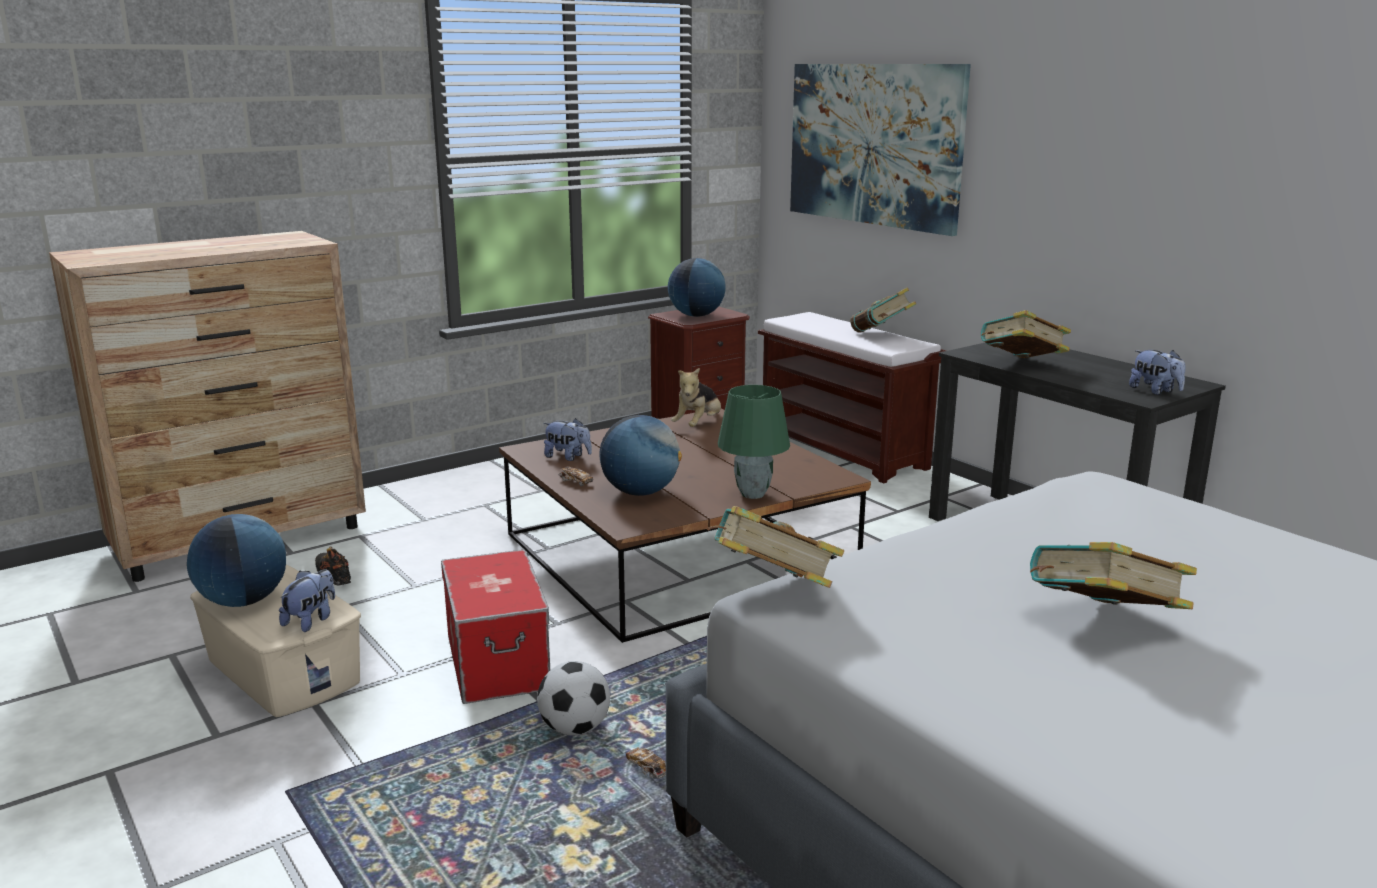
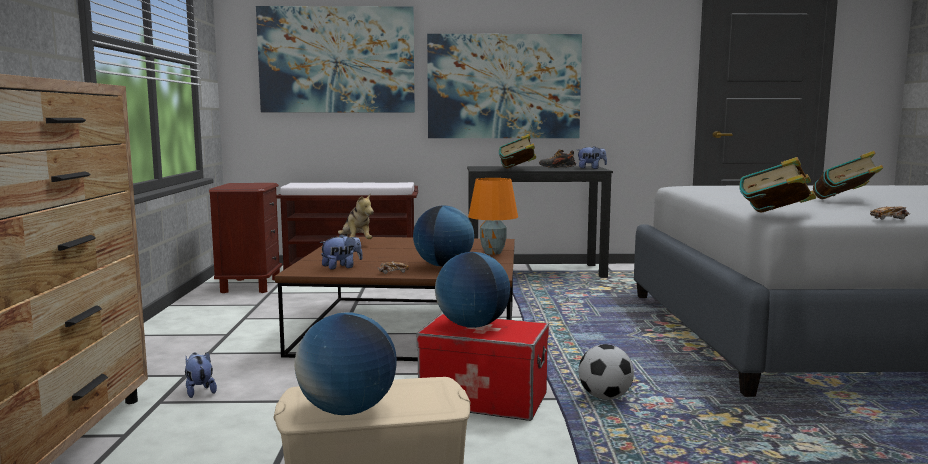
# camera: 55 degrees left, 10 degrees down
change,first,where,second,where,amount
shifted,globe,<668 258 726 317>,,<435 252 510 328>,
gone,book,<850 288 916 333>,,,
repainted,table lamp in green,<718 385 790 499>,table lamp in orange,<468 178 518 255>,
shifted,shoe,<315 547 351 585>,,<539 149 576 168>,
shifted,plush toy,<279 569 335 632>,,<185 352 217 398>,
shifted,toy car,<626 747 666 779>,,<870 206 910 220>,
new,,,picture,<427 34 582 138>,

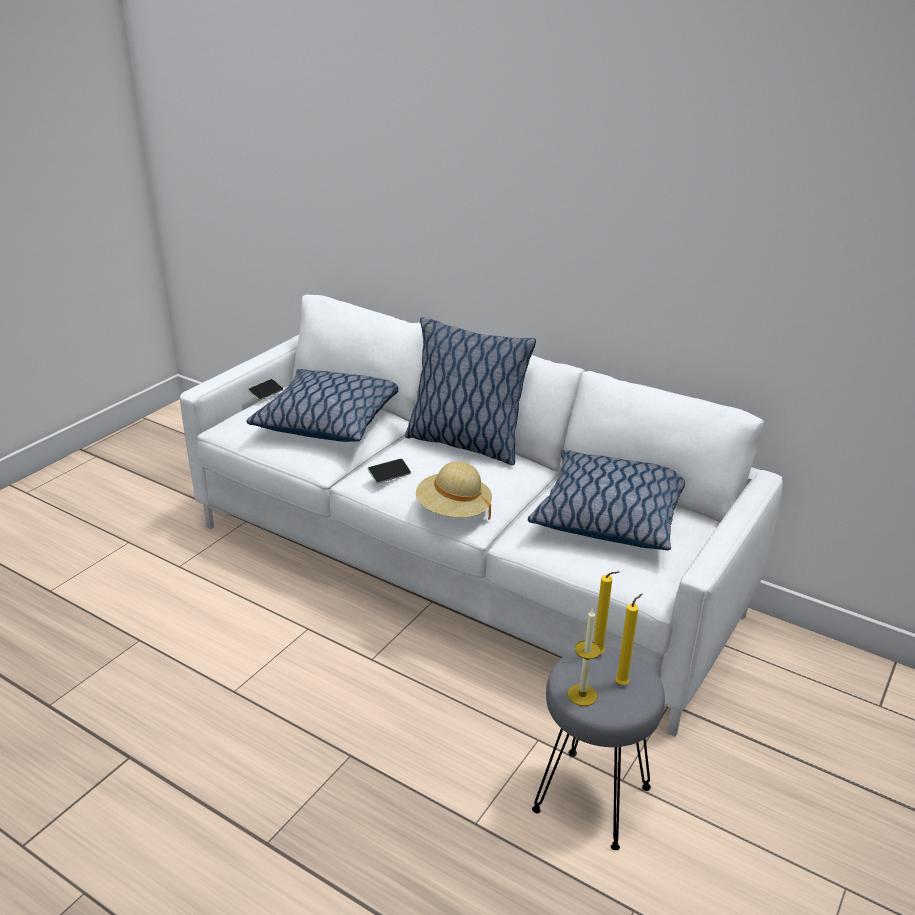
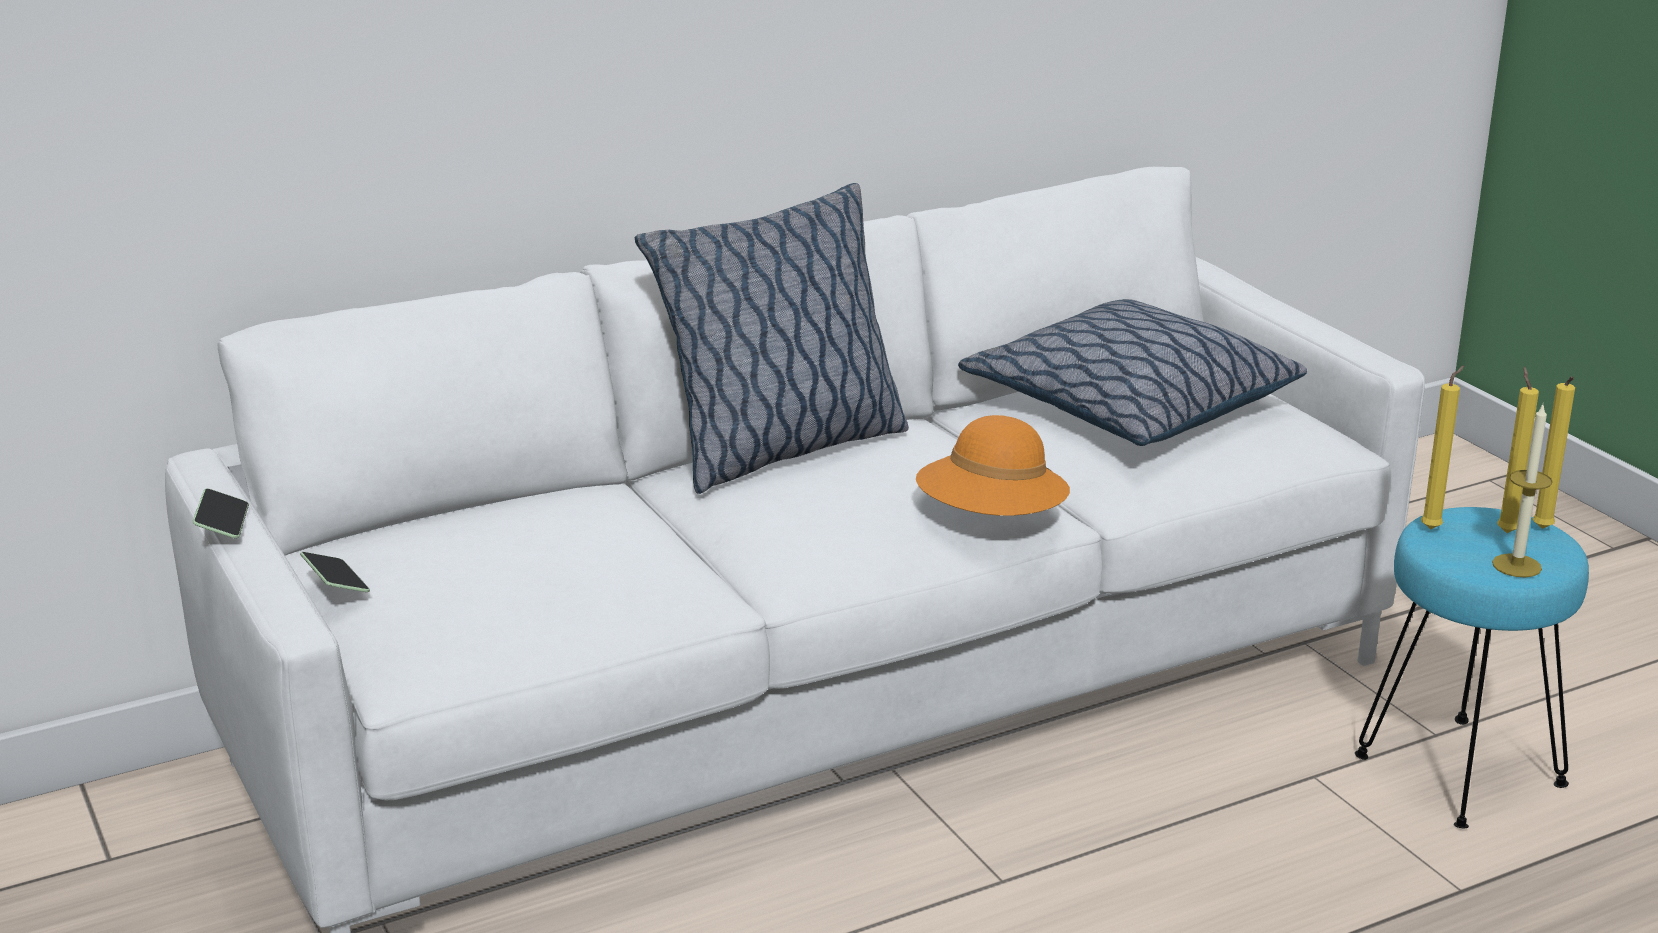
# camera: 60 degrees left, 5 degrees down
change,first,where,second,where,amount
gone,pillow,<246 369 398 442>,,,
shifted,phone,<367 458 411 483>,,<192 488 249 538>,
repainted,hat in beige,<416 461 492 520>,hat in orange,<916 415 1070 516>,
repainted,stool in grey,<532 647 665 850>,stool in turquoise,<1355 507 1589 828>,
new,,,candle in yellow,<1532 377 1575 529>,

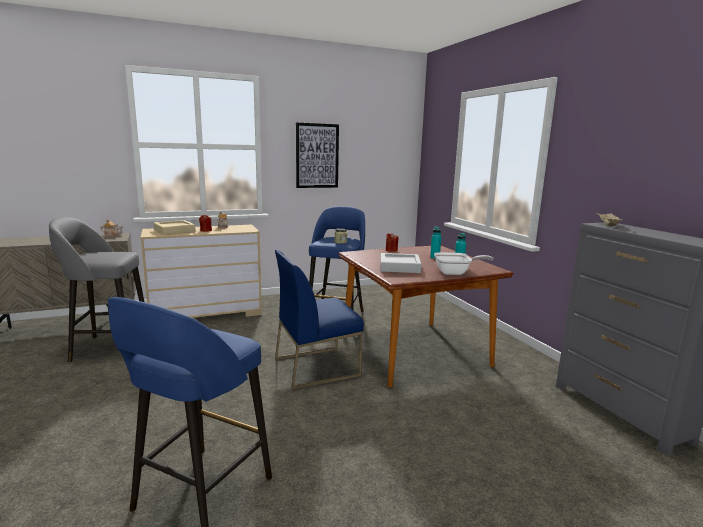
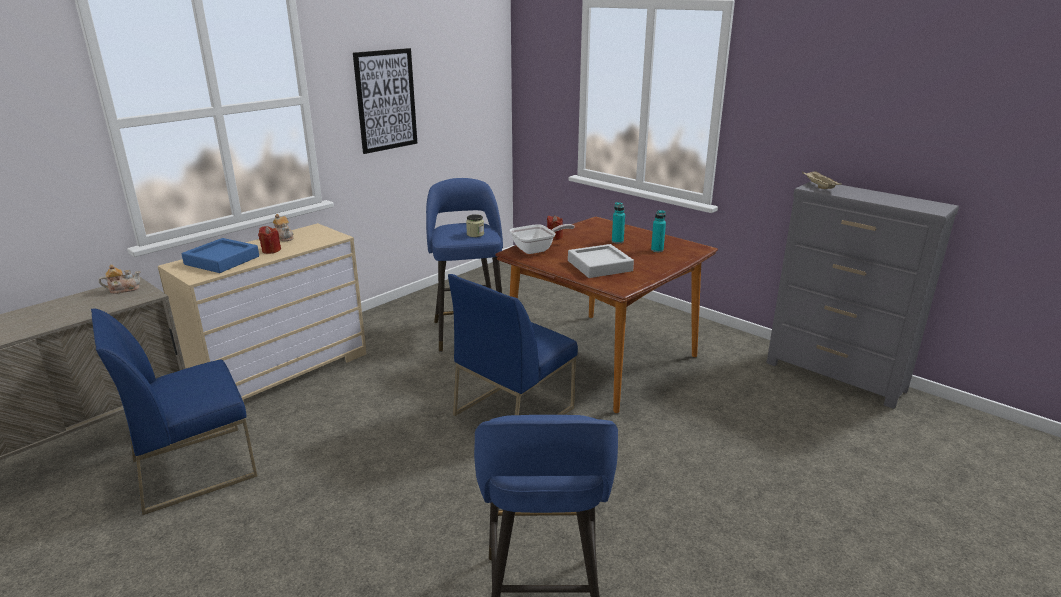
# camera: 25 degrees left, 10 degrees up
change,first,where,second,where,amount
swapped,stool in grey,<49 217 144 362>,chair in blue,<91 308 257 515>,
repainted,tray in beige,<154 220 195 235>,tray in blue,<182 238 259 273>,
shifted,frying pan,<434 252 494 275>,,<510 224 575 254>,

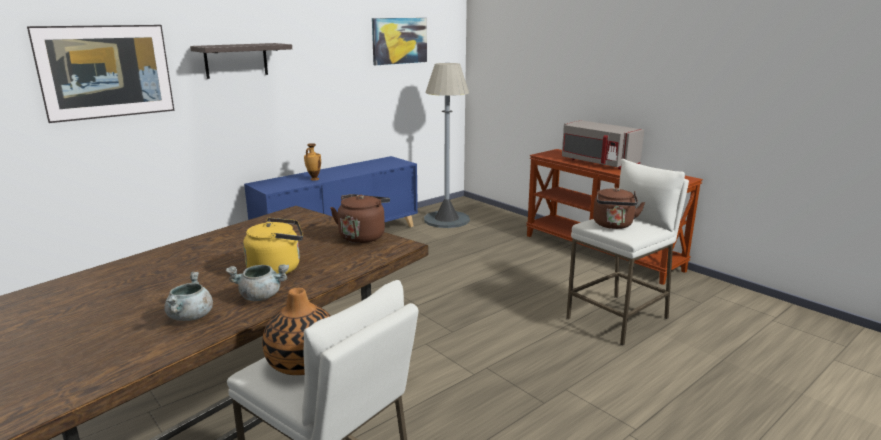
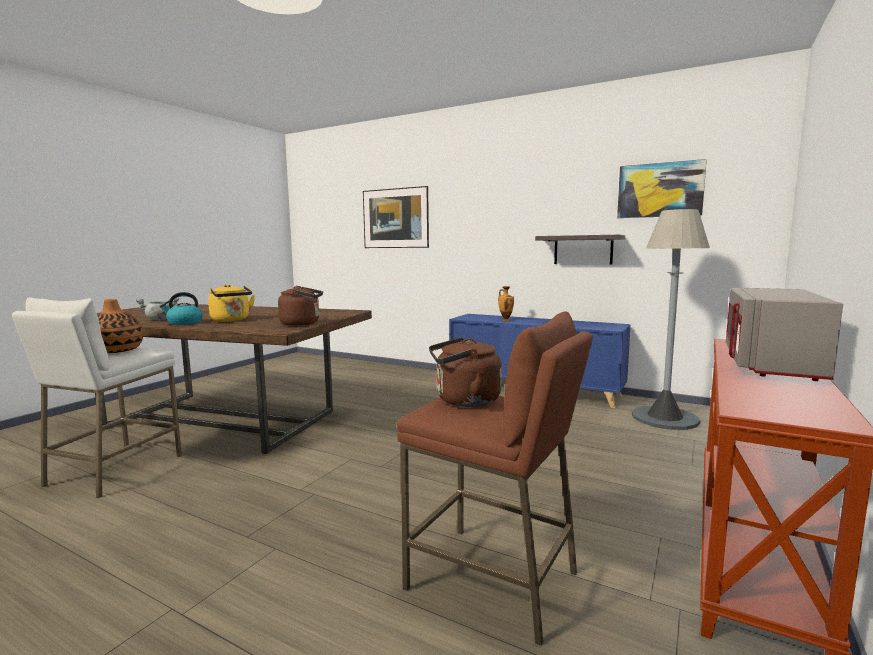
# camera: 70 degrees right, 10 degrees down
change,first,where,second,where,amount
shifted,shelf,<190 43 292 79>,,<535 235 625 265>,
repainted,stool in white,<566 159 689 345>,stool in brown,<397 311 593 646>,
swapped,cooking pot in grey,<226 264 289 301>,kettle,<160 292 203 325>,

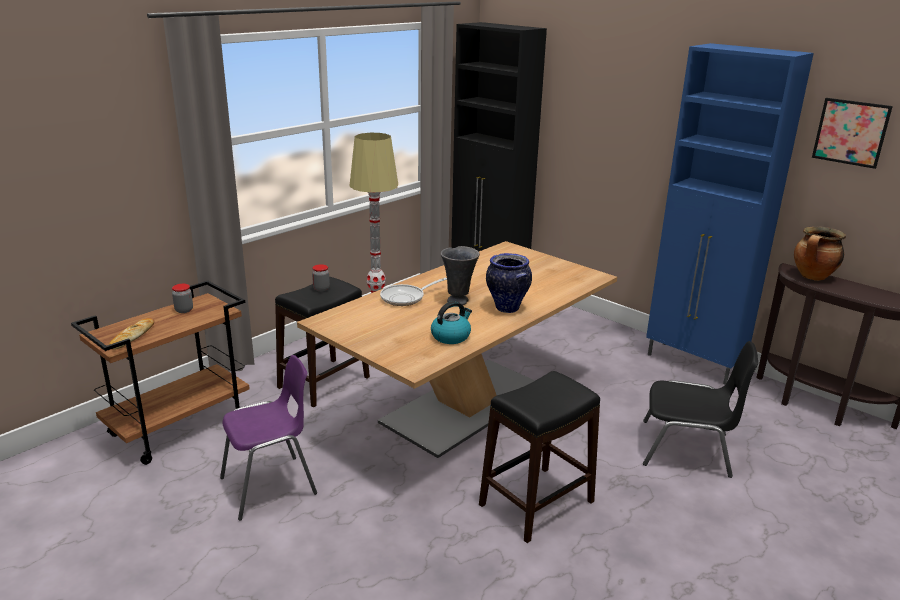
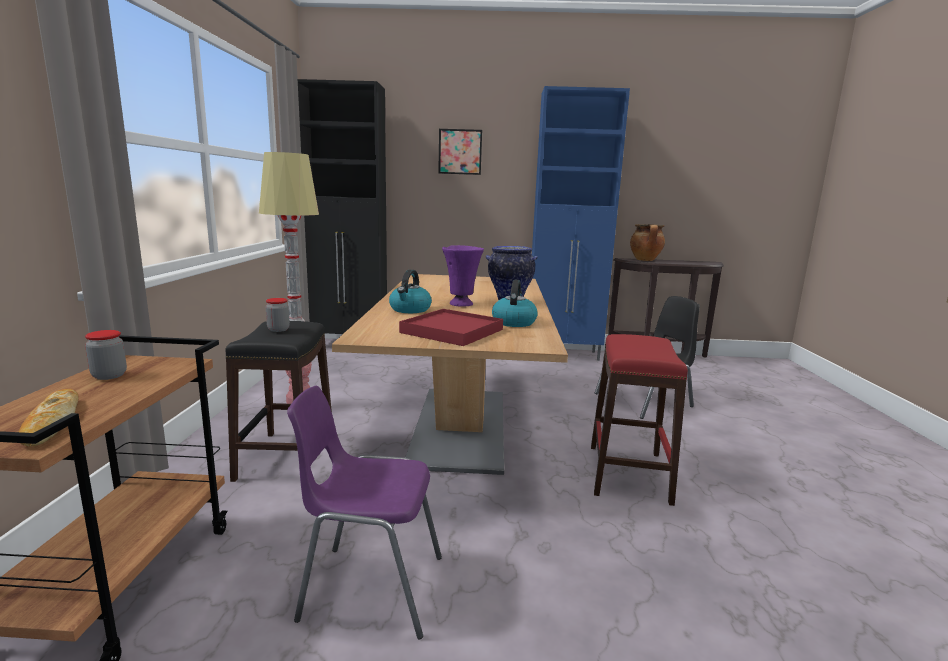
# camera: 40 degrees left, 10 degrees down
change,first,where,second,where,amount
shifted,picture,<812 98 893 169>,,<438 129 482 175>,
repainted,vase in grey,<441 246 480 305>,vase in purple,<442 245 484 307>,
swapped,frying pan,<380 278 447 306>,kettle,<389 270 432 313>,
rotated,chair in purple,<220 355 317 521>,,<287 386 442 639>,105 degrees counterclockwise
repainted,stool in black,<479 371 600 543>,stool in red,<591 334 688 506>,
new,,,tray in red,<399 309 503 346>,

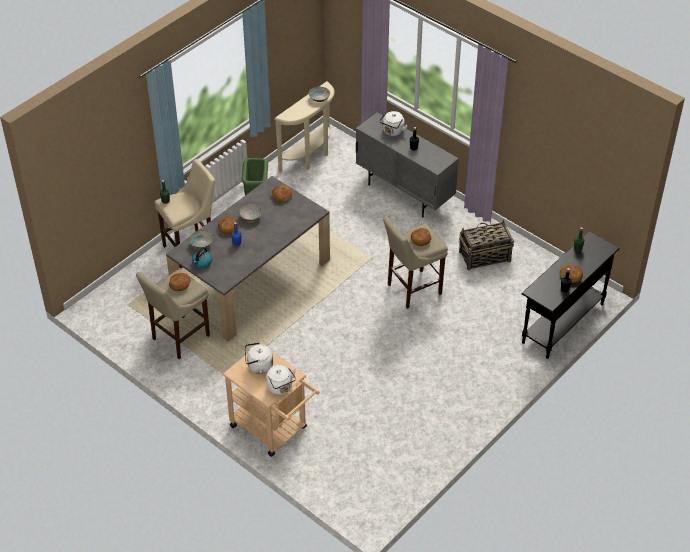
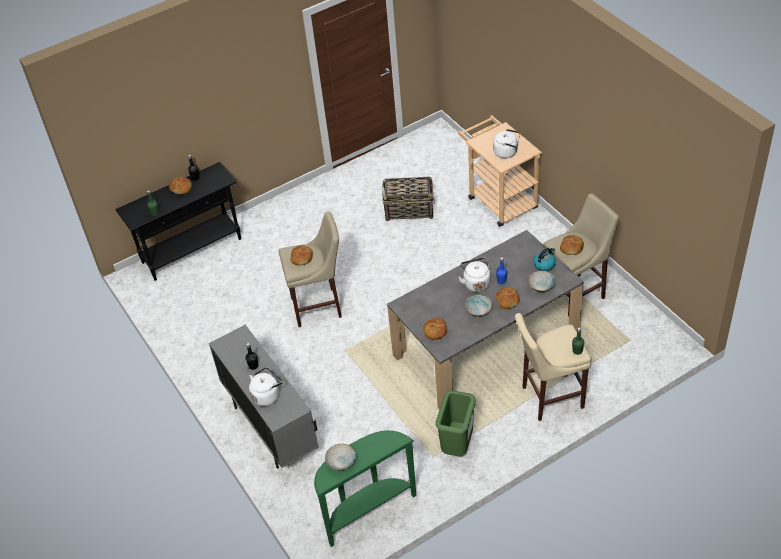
# camera: 160 degrees left, 0 degrees up
change,first,where,second,where,amount
repainted,console table in beige,<275 81 335 173>,console table in green,<314 430 416 547>,
shifted,basket,<459 220 514 271>,,<382 177 435 221>,
shifted,kettle in white,<266 365 296 395>,,<458 257 491 292>,

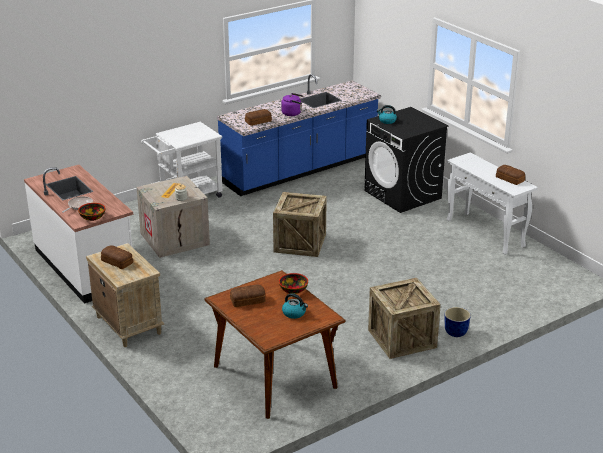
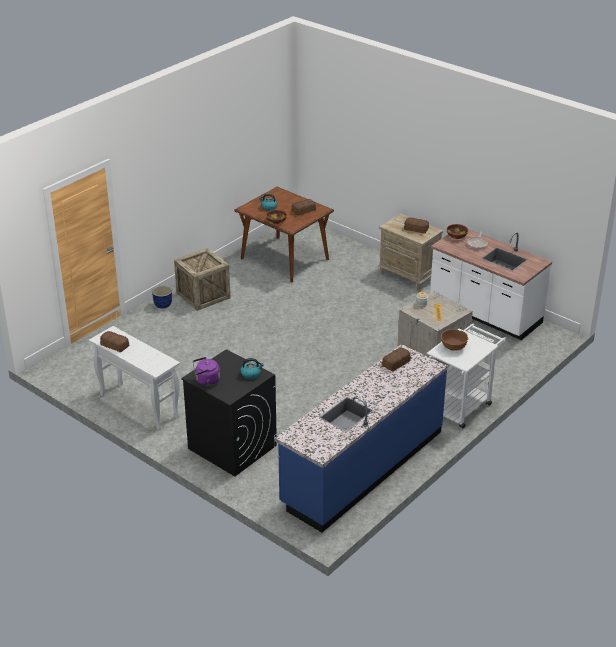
# camera: 165 degrees right, 5 degrees up
change,first,where,second,where,amount
shifted,kettle in purple,<281 93 303 116>,,<193 357 220 386>,
gone,crate,<273 192 327 257>,,,
new,,,bowl in brown,<441 329 468 351>,

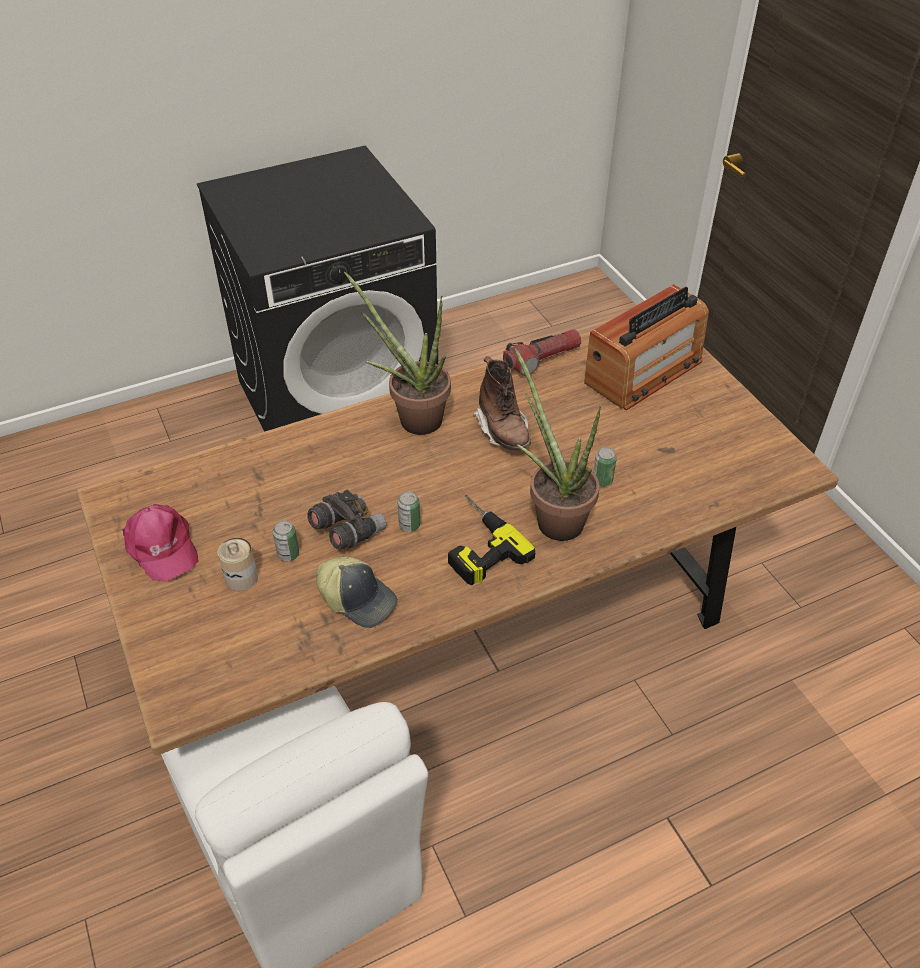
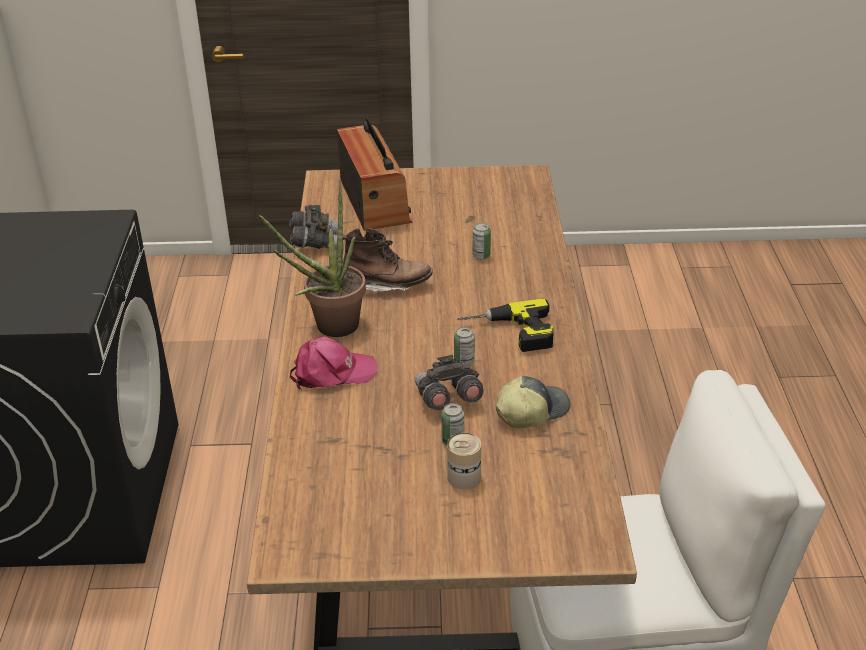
# camera: 65 degrees left, 10 degrees down
change,first,where,second,where,amount
swapped,flashlight,<503 329 581 376>,binoculars in grey,<289 205 338 250>,
gone,potted plant,<514 348 601 541>,,,
shifted,cap in pink,<122 504 198 582>,,<290 336 378 390>,

